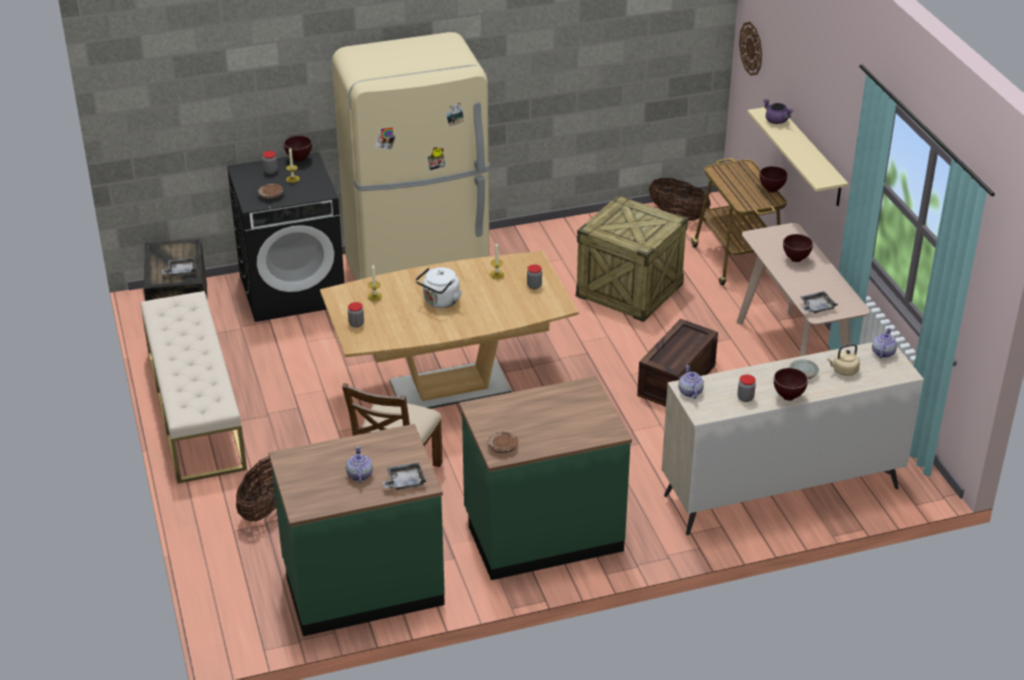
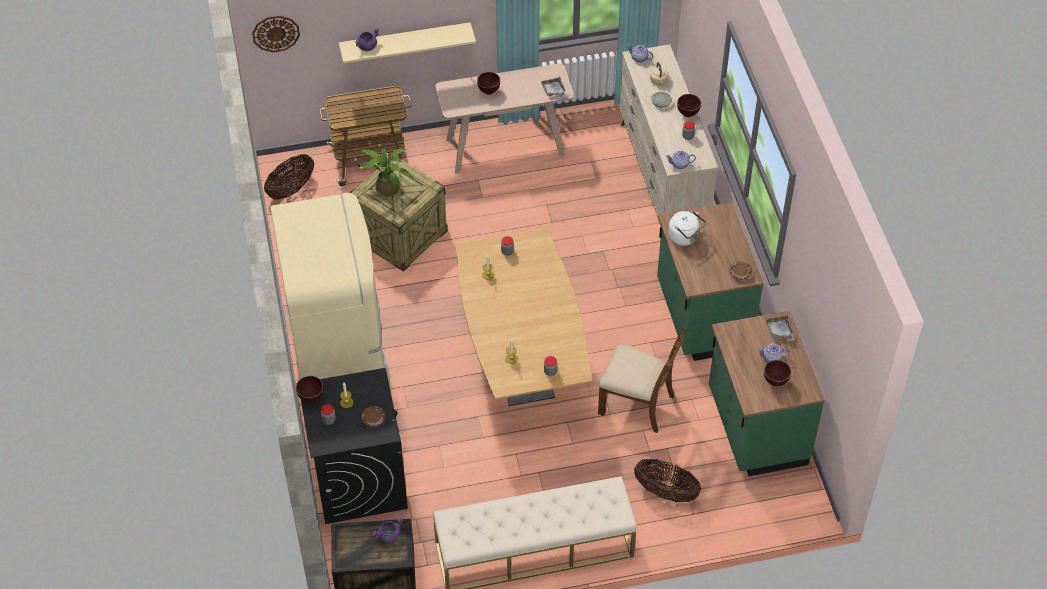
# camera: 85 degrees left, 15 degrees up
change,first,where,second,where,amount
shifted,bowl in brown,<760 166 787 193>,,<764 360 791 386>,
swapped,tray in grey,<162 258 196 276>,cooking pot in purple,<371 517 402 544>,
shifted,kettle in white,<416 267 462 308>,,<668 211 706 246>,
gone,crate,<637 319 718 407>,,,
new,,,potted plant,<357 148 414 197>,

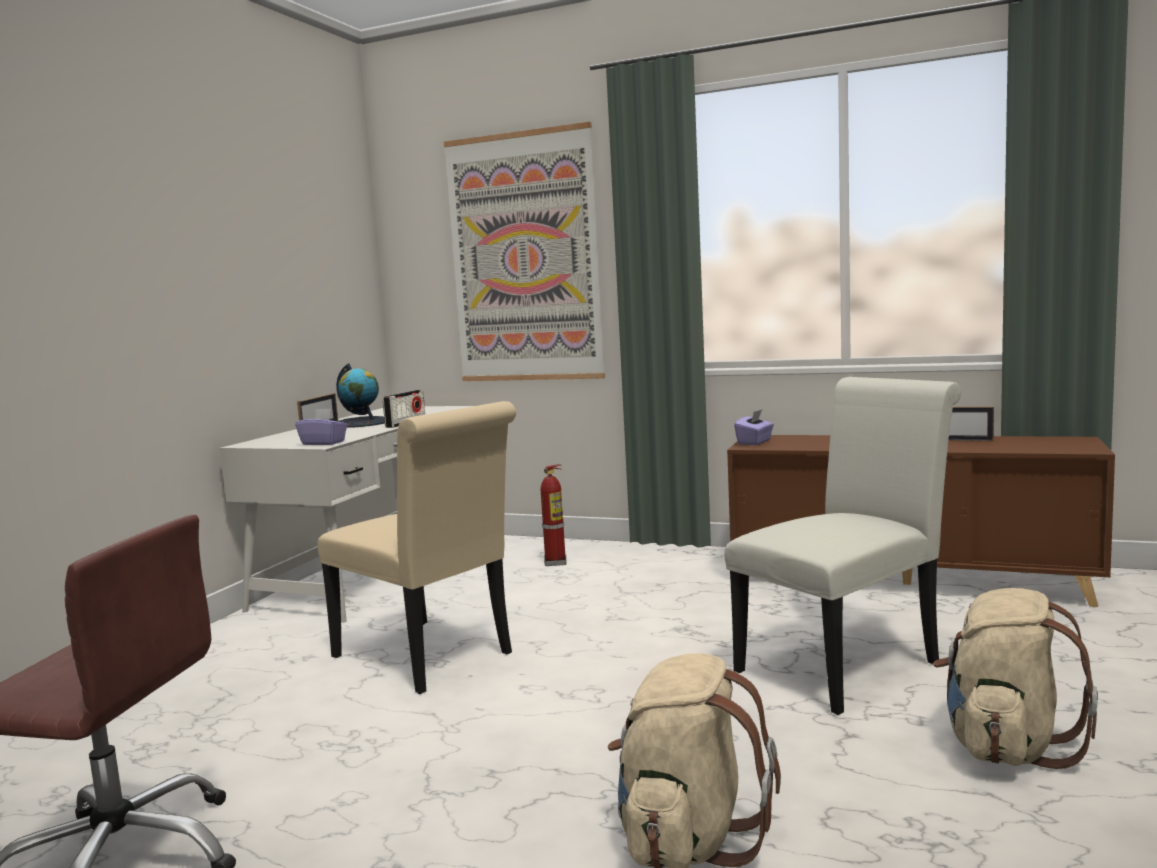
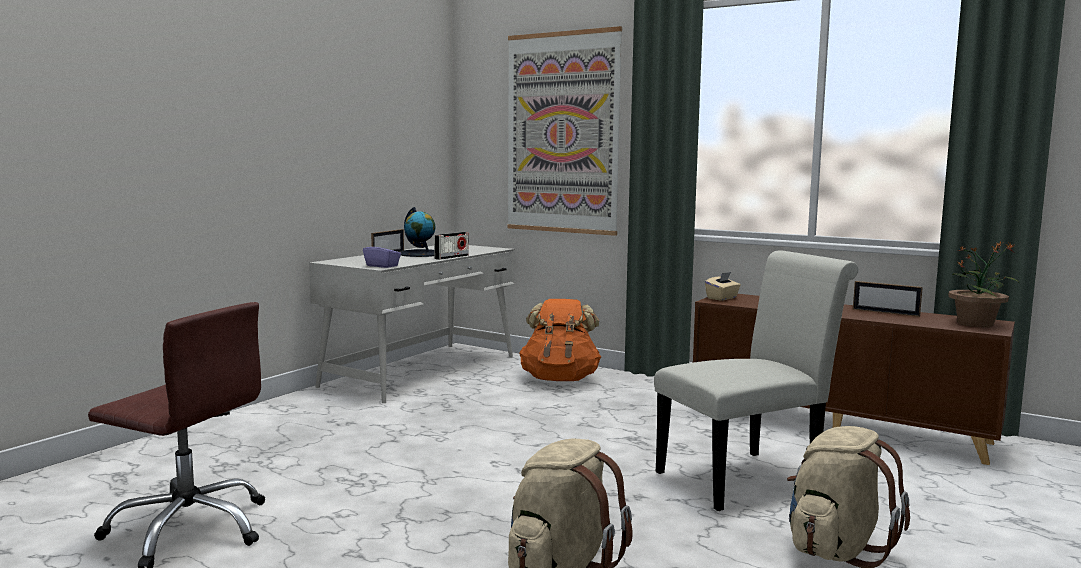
# camera: 10 degrees right, 0 degrees up
change,first,where,second,where,amount
gone,chair in beige,<317 401 516 694>,,,
repainted,tissue box in purple,<734 410 774 445>,tissue box in beige,<705 272 741 301>,
swapped,fire extinguisher,<541 464 567 566>,backpack in orange,<519 299 601 381>,
new,,,potted plant,<948 241 1020 327>,

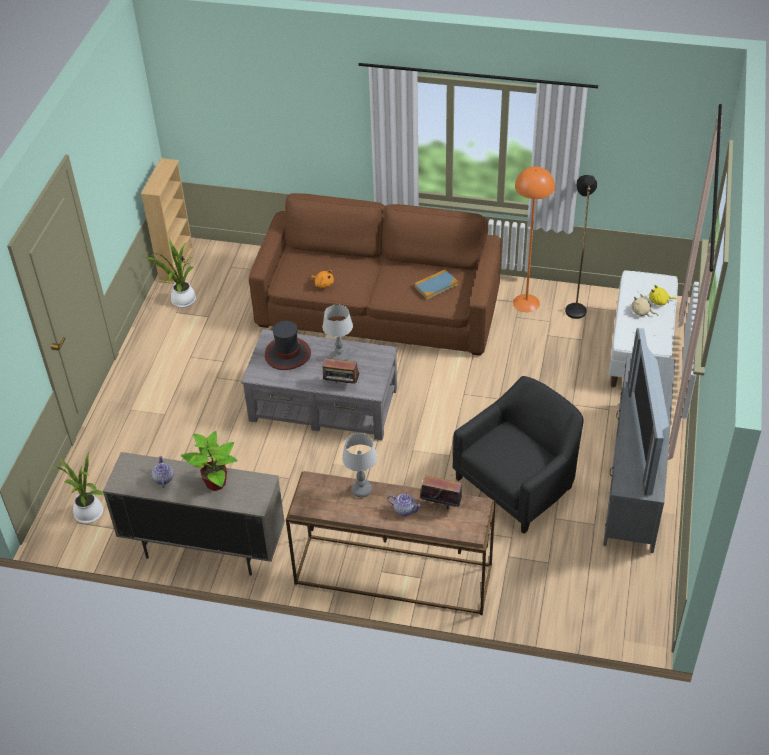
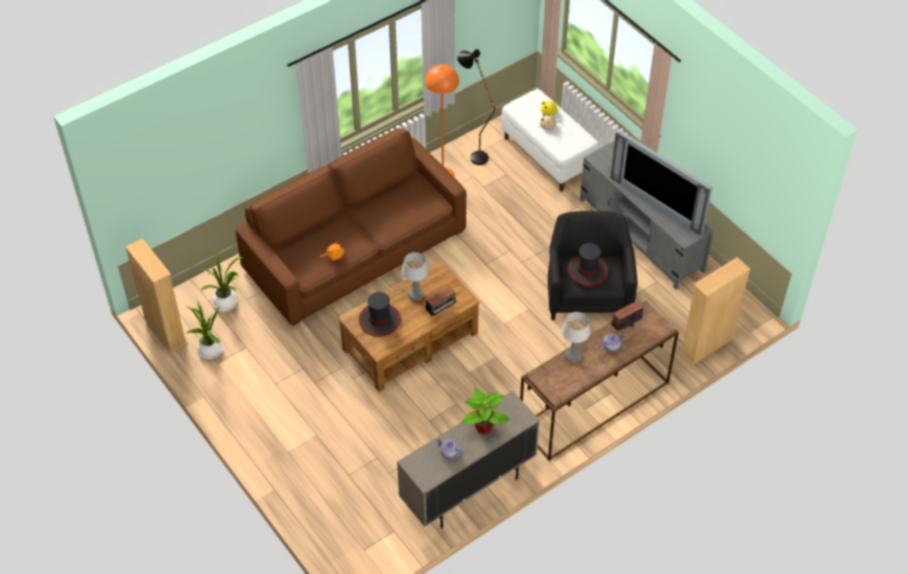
# camera: 50 degrees left, 5 degrees up
change,first,where,second,where,amount
gone,book,<414 269 458 300>,,,
repainted,coffee table in grey,<241 329 398 440>,coffee table in brown,<338 260 480 392>,
shifted,potted plant,<51 451 104 523>,,<200 252 243 311>,
new,,,hat,<568 243 608 286>,
new,,,bookcase in beige,<680 257 751 365>,

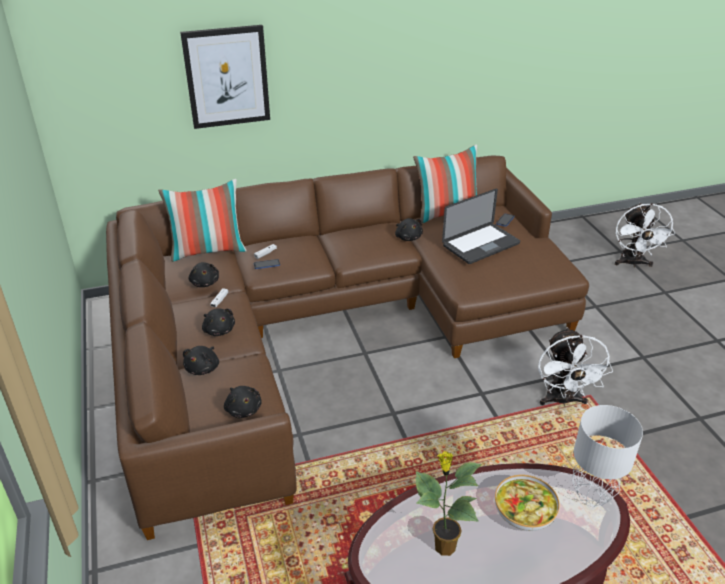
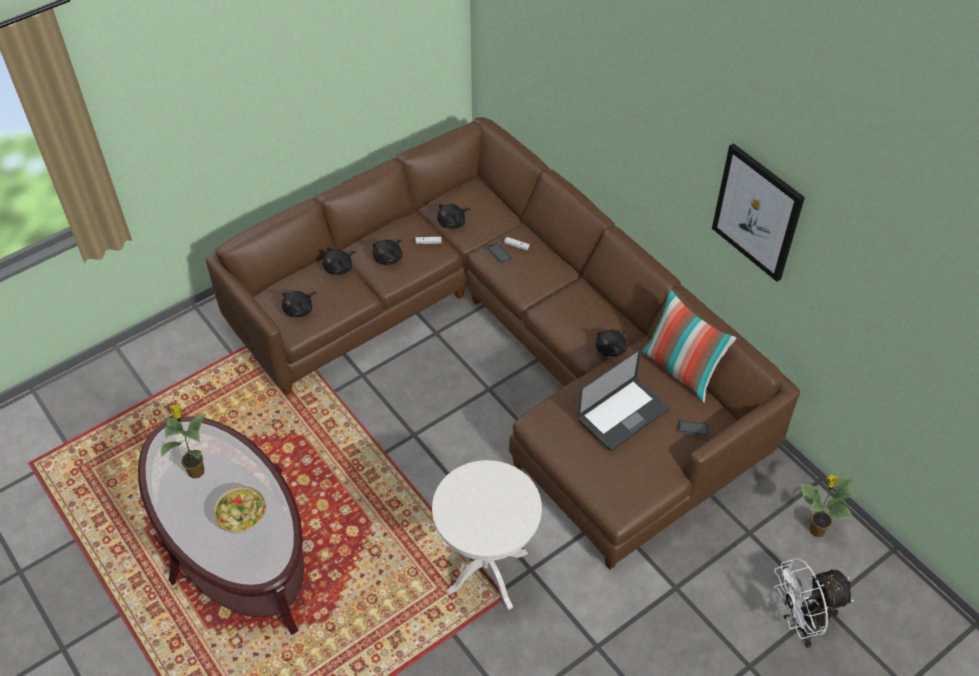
# camera: 70 degrees right, 15 degrees up
change,first,where,second,where,amount
shifted,picture,<180 25 270 129>,,<712 143 805 282>,
gone,pillow,<158 179 247 262>,,,
rotated,laptop,<442 188 520 264>,,<577 348 669 451>,75 degrees counterclockwise
swapped,fan in white,<538 327 613 407>,side table in white,<432 460 542 610>,
rotated,plush toy in black,<183 346 219 375>,,<323 249 356 275>,45 degrees counterclockwise
gone,table lamp in grey,<571 405 643 507>,,,
new,,,potted plant,<801 475 856 537>,

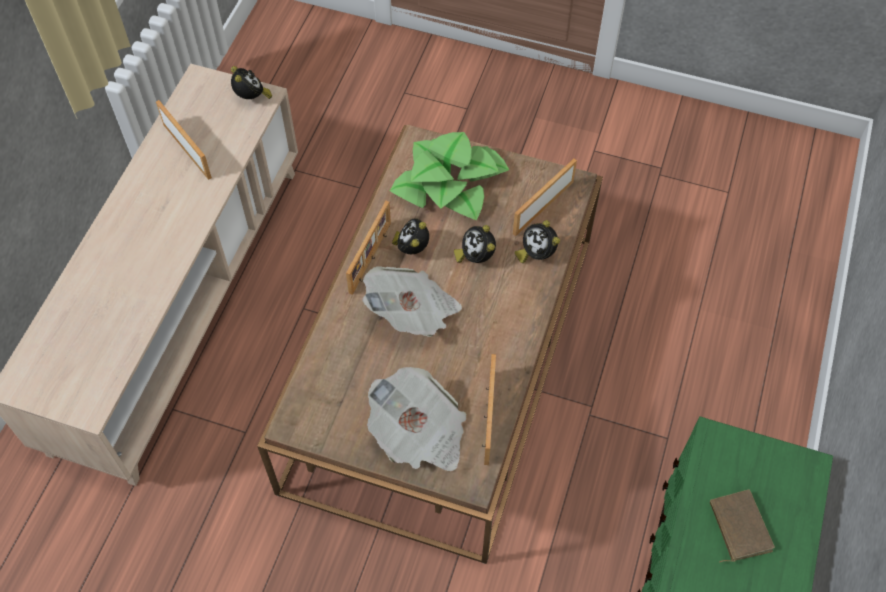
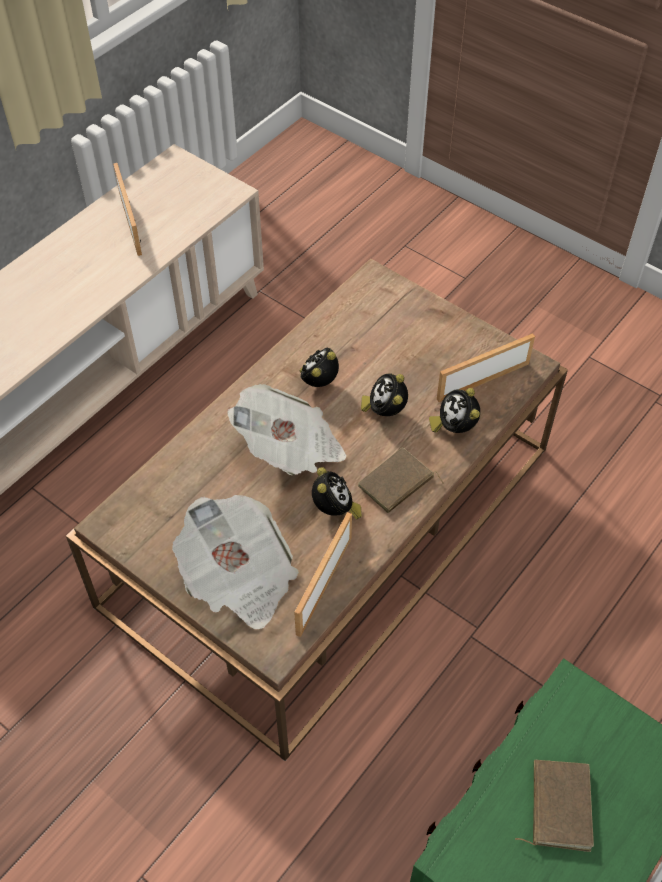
# camera: 20 degrees right, 5 degrees down
change,first,where,second,where,amount
shifted,alarm clock,<231 66 272 99>,,<312 467 362 520>,
gone,potted plant,<390 132 509 220>,,,
gone,picture frame,<346 201 391 295>,,,
new,,,book in brown,<358 447 444 513>,

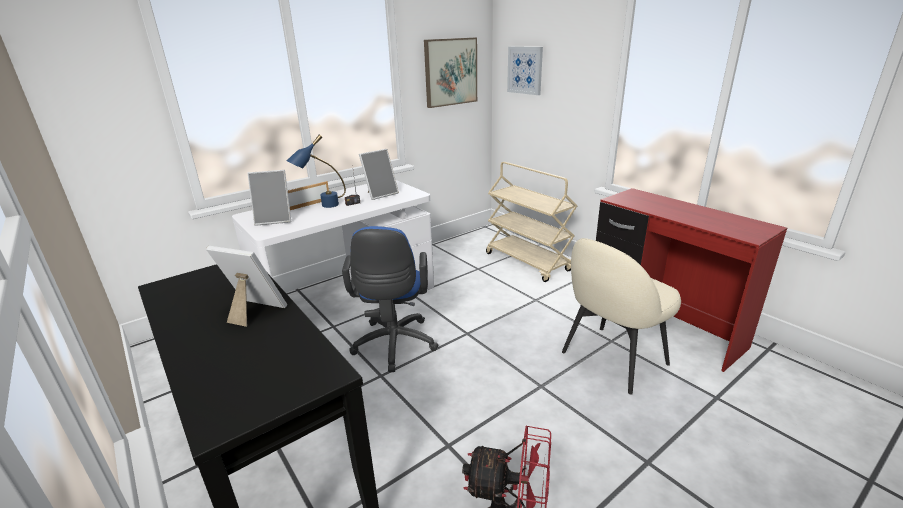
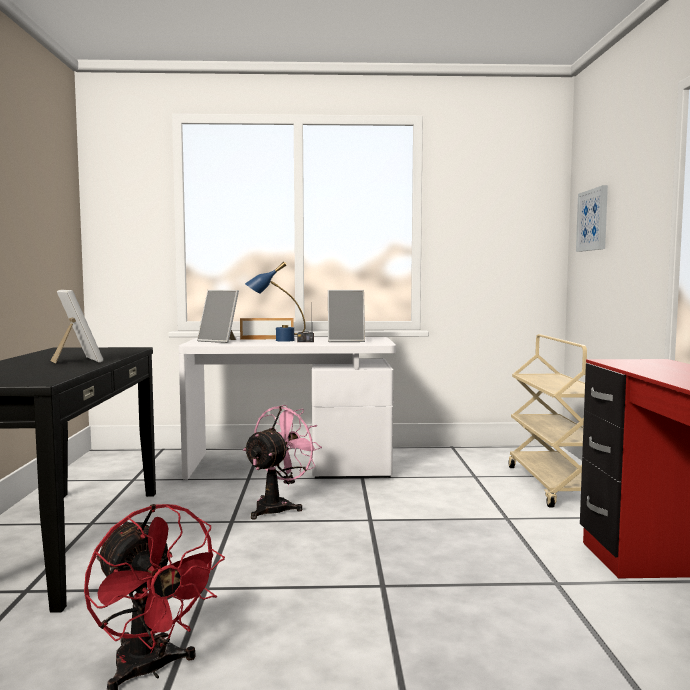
# camera: 35 degrees right, 20 degrees down
change,first,where,second,where,amount
gone,picture,<424 38 477 108>,,,
swapped,office chair in blue,<342 226 438 372>,fan in pink,<243 405 322 520>,
gone,chair in beige,<562 238 681 395>,,,

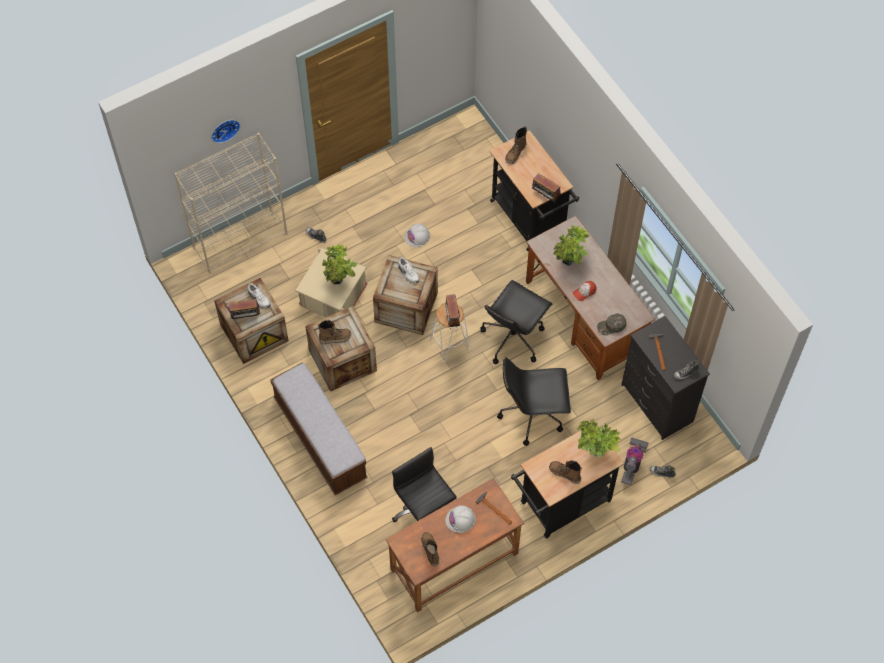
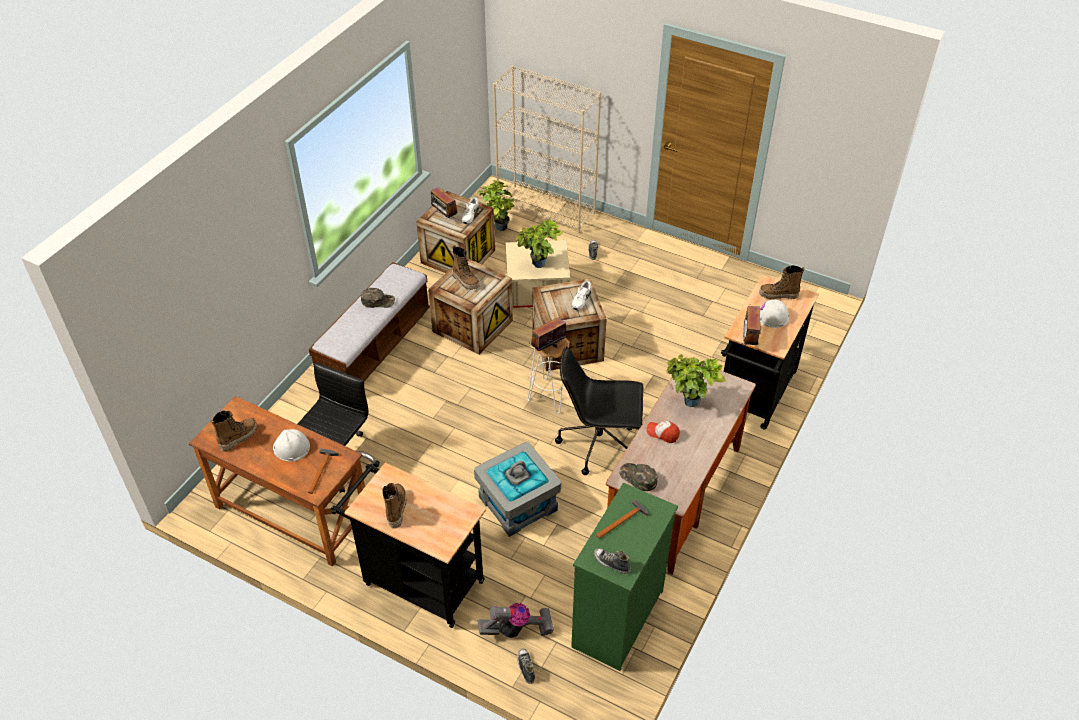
# camera: 60 degrees right, 15 degrees down
change,first,where,second,where,amount
gone,wall clock,<212 120 240 143>,,,
shifted,hard hat in white,<405 224 430 247>,,<760 299 789 328>,
repainted,dresser in black,<621 316 710 440>,dresser in green,<571 483 678 671>,
swapped,office chair in black,<497 357 571 446>,storage box in grey,<474 442 561 537>,
shifted,potted plant,<577 419 621 458>,,<477 180 514 231>,
new,,,cap in green,<361 288 395 308>,

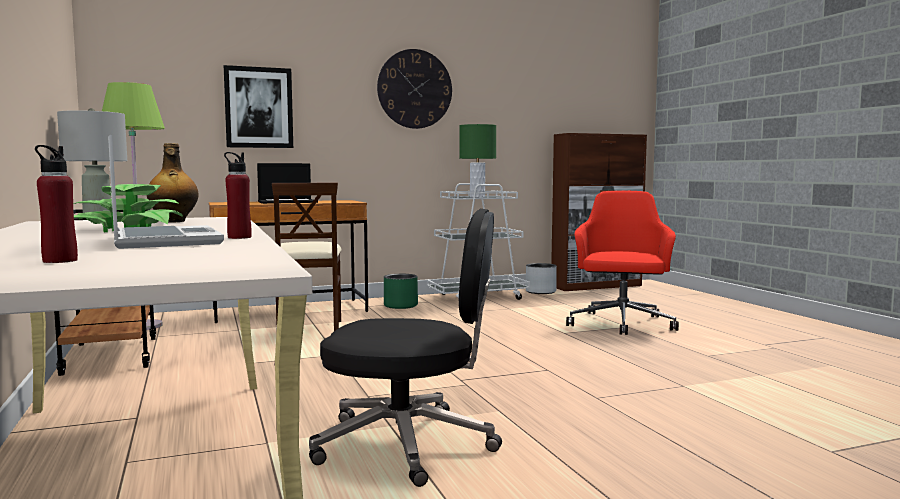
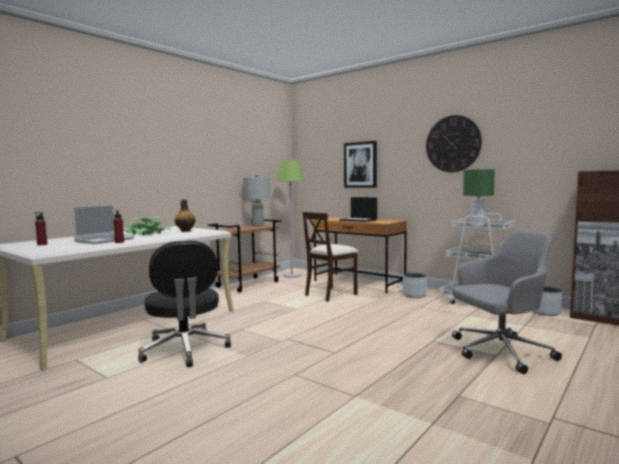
# camera: 60 degrees right, 0 degrees up
change,first,where,second,where,amount
repainted,office chair in red,<566 190 679 335>,office chair in grey,<452 231 562 374>,
repainted,planter in green,<384 274 418 309>,planter in grey,<403 273 427 298>,

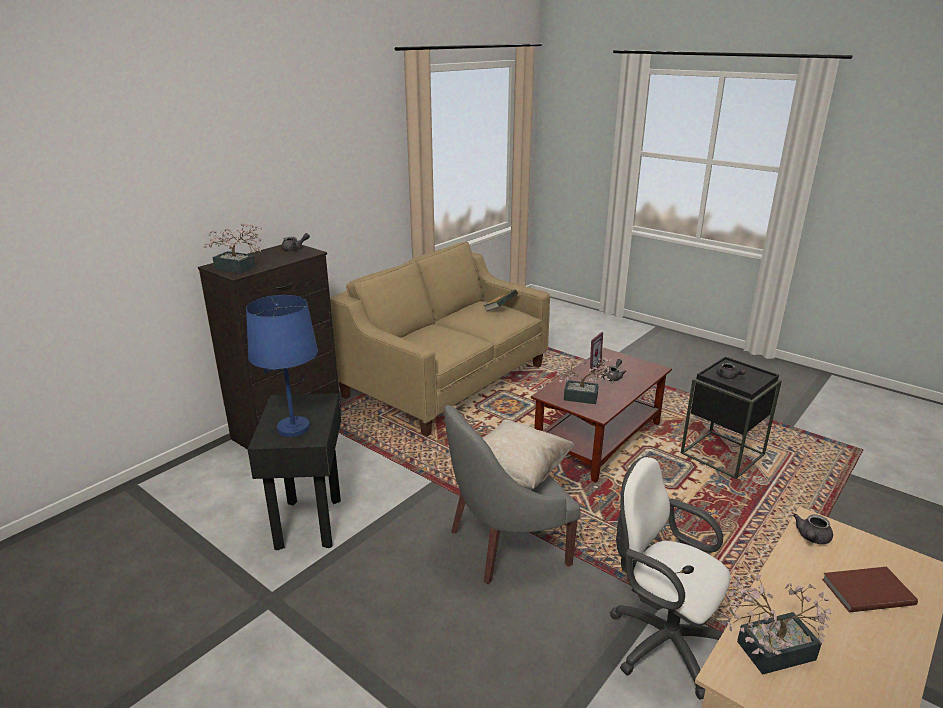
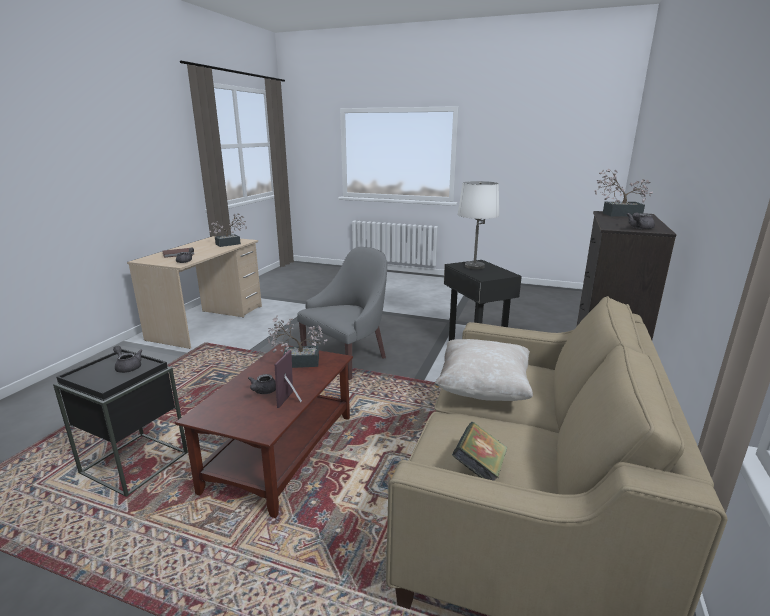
# camera: 160 degrees right, 5 degrees down
change,first,where,second,where,amount
repainted,table lamp in blue,<246 295 318 437>,table lamp in white,<458 181 499 269>,
shifted,pillow in beige,<483 420 575 489>,,<435 339 533 401>,
gone,office chair in white,<609 456 731 700>,,,

